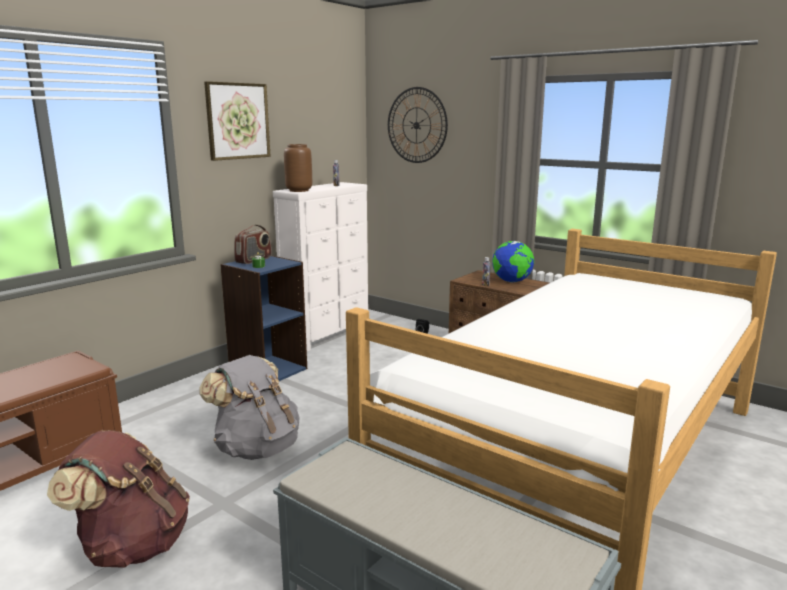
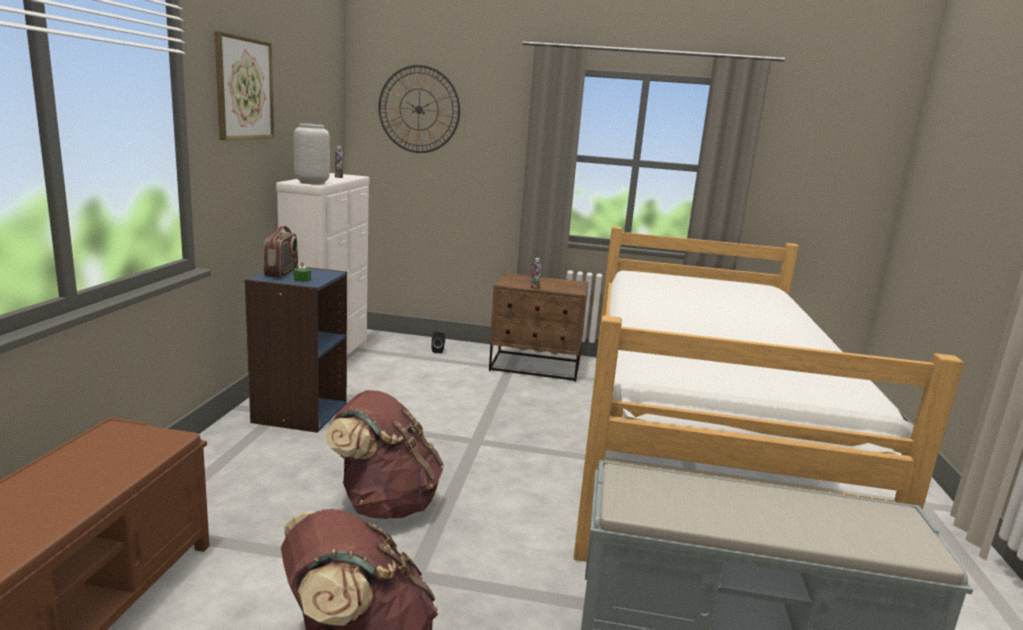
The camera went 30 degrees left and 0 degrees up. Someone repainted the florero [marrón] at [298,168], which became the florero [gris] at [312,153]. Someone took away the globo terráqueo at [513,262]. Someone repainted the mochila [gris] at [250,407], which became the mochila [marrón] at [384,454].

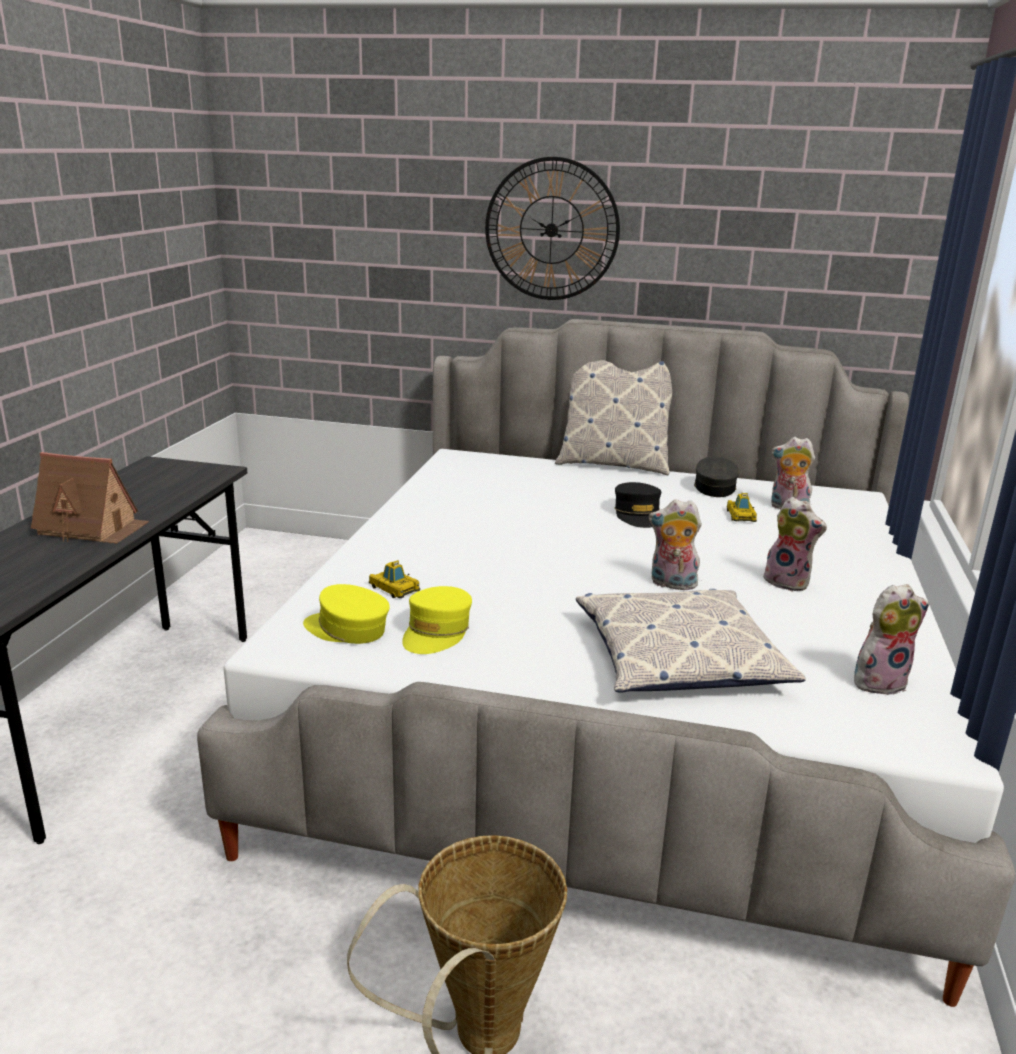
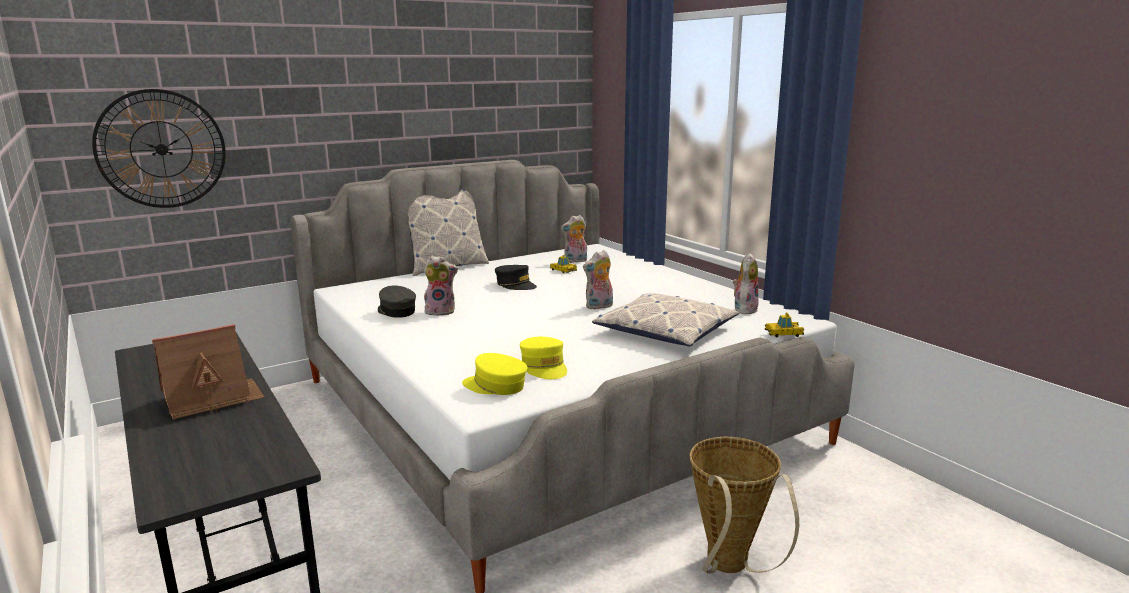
The camera went 45 degrees left and 5 degrees down. Someone carried the reloj de pared from [552,228] to [159,148]. Someone carried the gorra [gris] from [716,476] to [397,301]. Someone carried the peluche from [792,544] to [441,286]. Someone carried the coche de juguete from [394,579] to [784,324]. Someone rotated the gorra [amarillo] at [346,614] by 45 degrees clockwise.

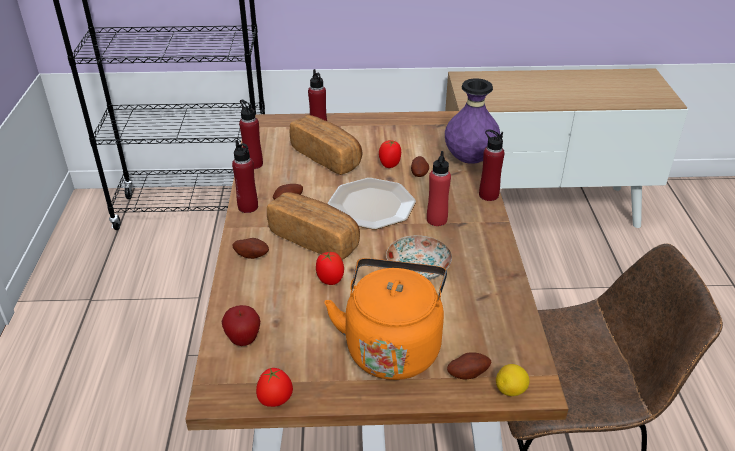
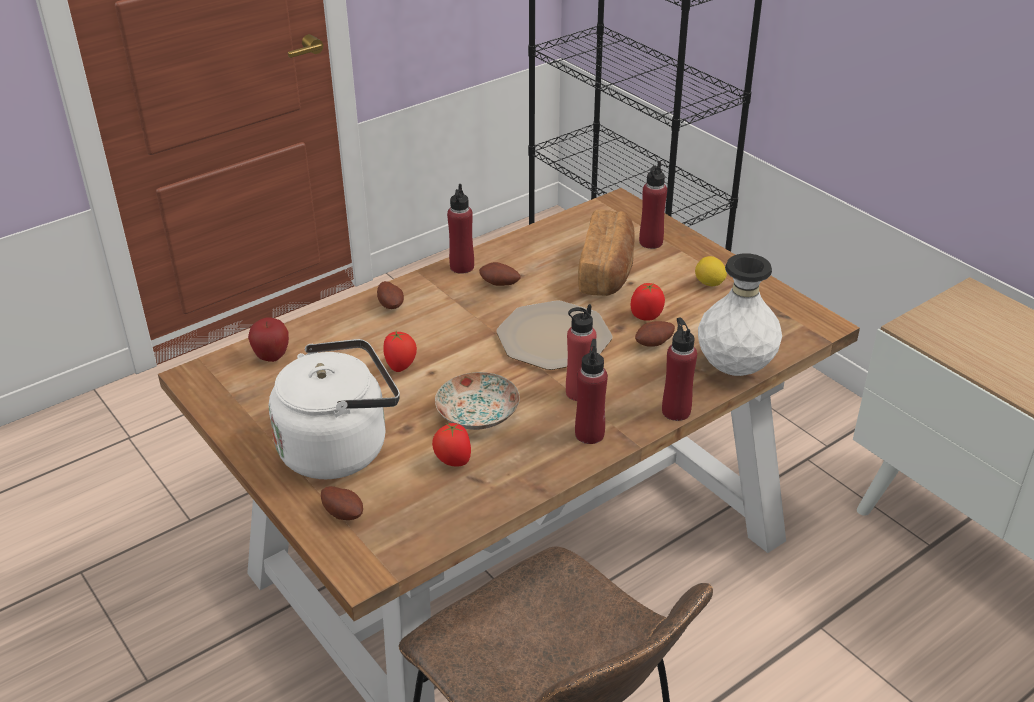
The camera went 55 degrees right and 0 degrees up. Someone repainted the florero [morado] at [473,121], which became the florero [blanco] at [740,314]. Someone carried the botella [rojo] from [251,134] to [591,391]. Someone took away the pan at [313,226]. Someone repainted the hervidor [naranja] at [385,319], which became the hervidor [blanco] at [334,409]. Someone carried the limón from [513,380] to [711,271]. Someone carried the tomate from [274,387] to [451,444].

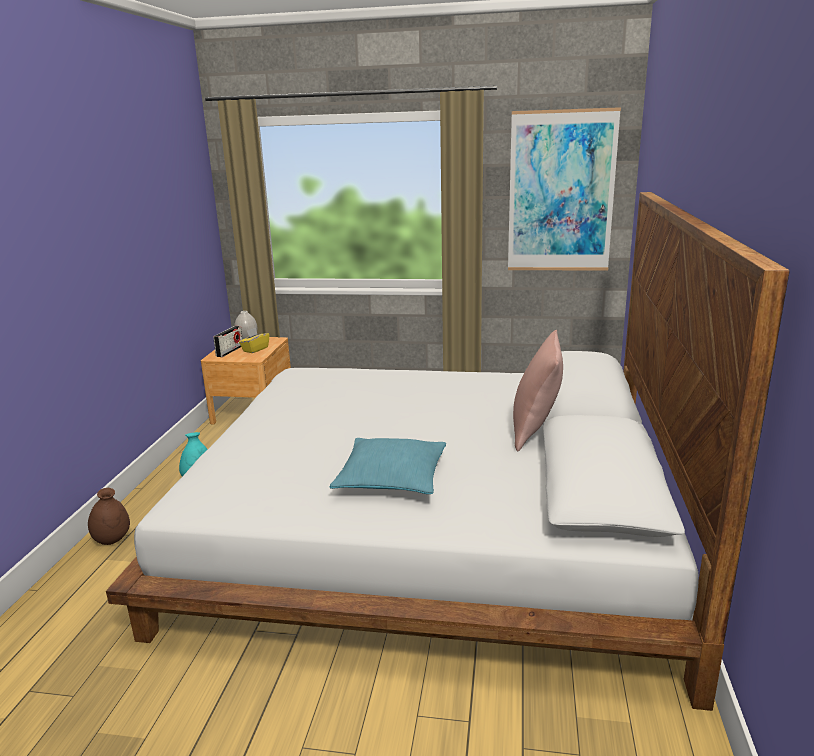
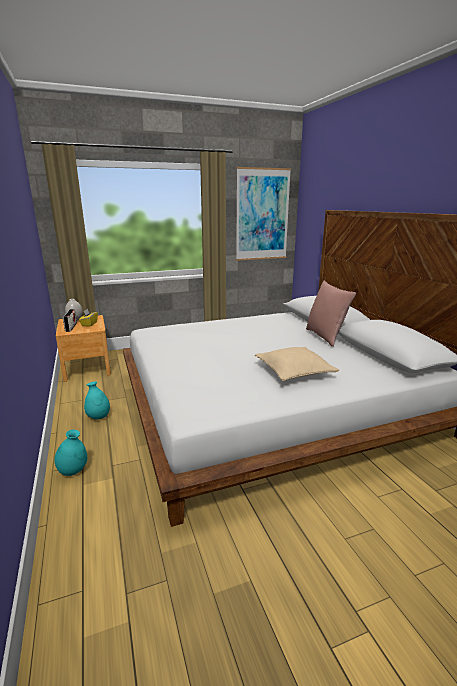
The camera went 30 degrees left and 0 degrees up. Someone repainted the cojín [turquesa] at [388,466], which became the cojín [beis] at [297,364]. Someone repainted the florero [marrón] at [109,516], which became the florero [turquesa] at [70,453].

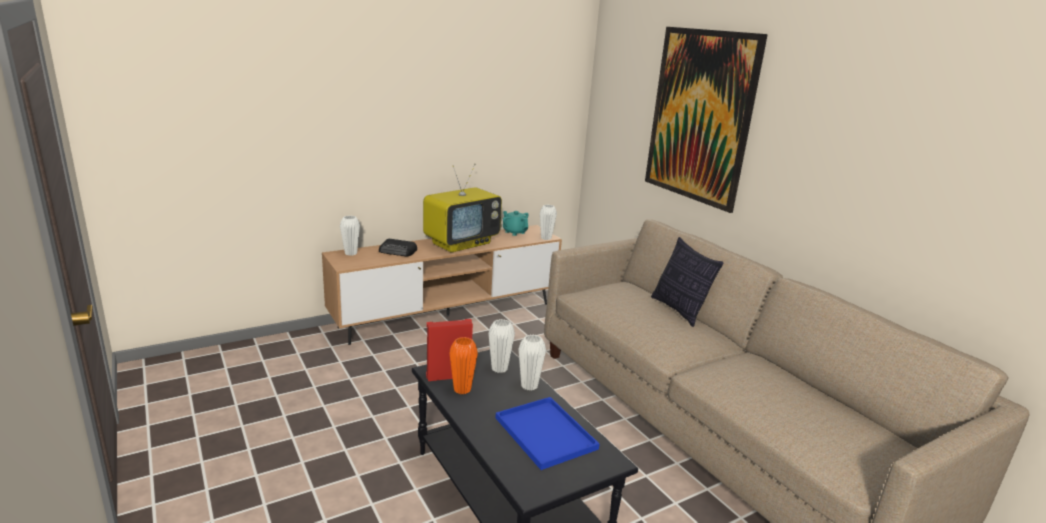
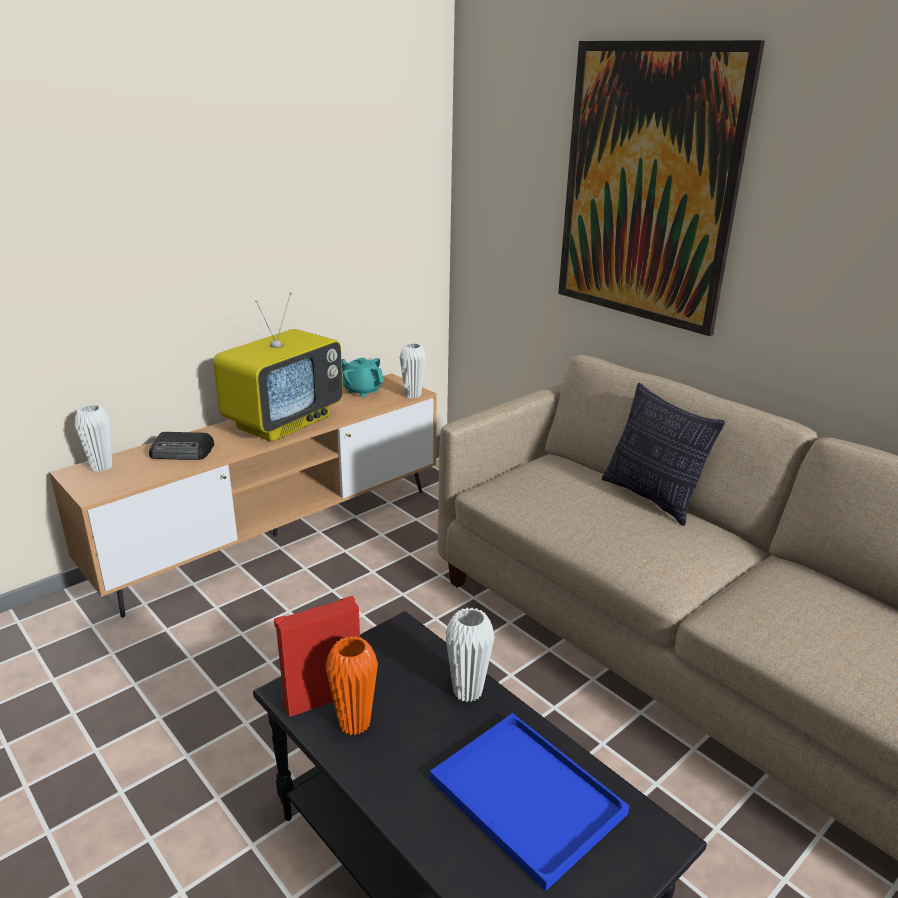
The camera went 10 degrees left and 5 degrees up. Someone took away the florero [blanco] at [501,346].

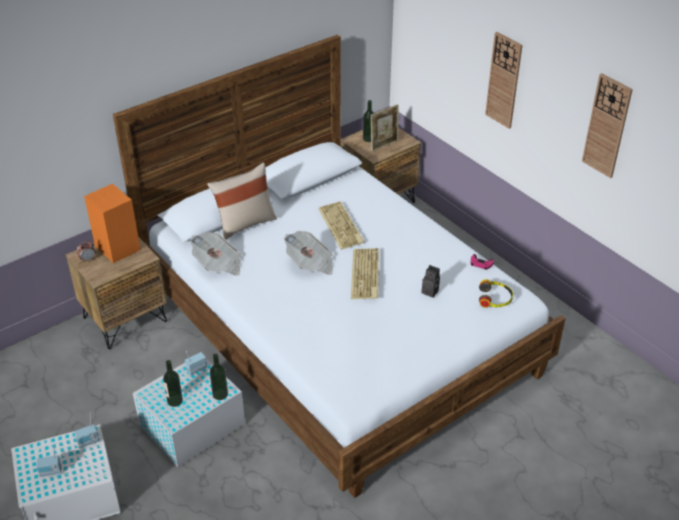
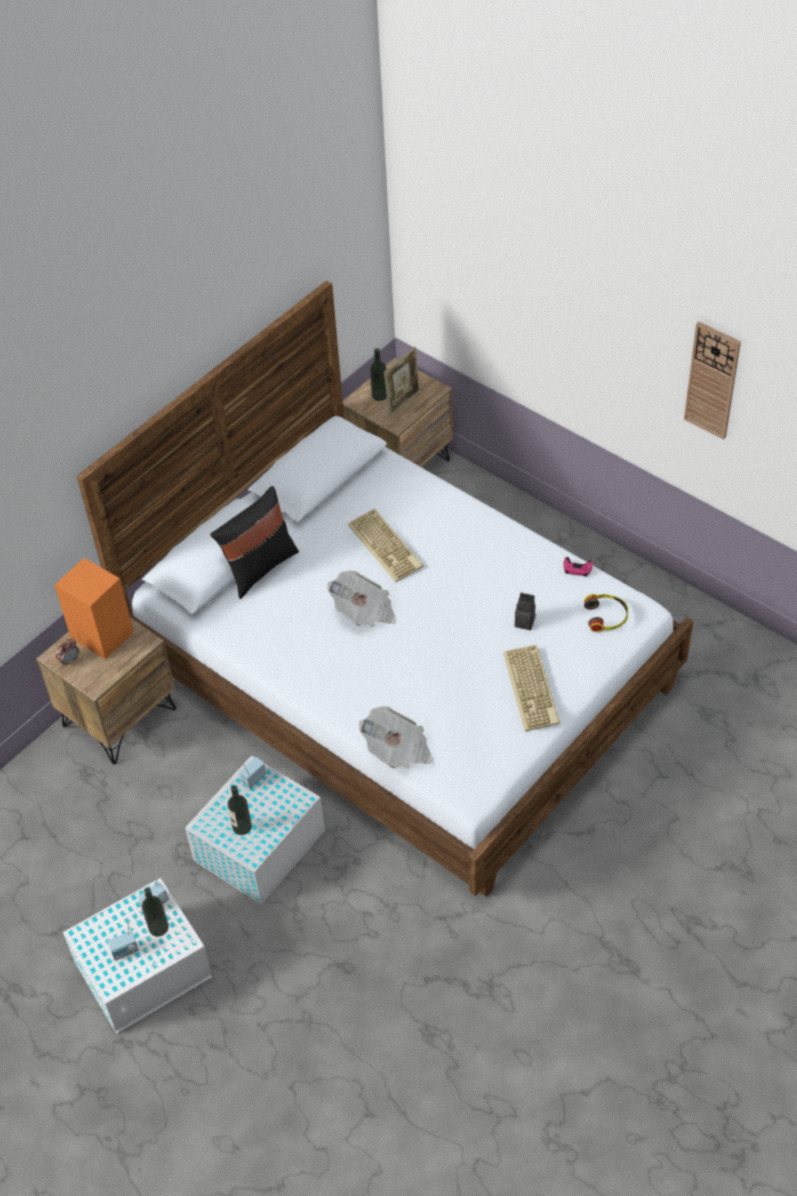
The camera went 10 degrees left and 10 degrees up. Someone took away the reloj de pared at [504,80]. Someone repainted the cojín [beis] at [242,201], which became the cojín [negro] at [254,542]. Someone carried the periódico from [216,254] to [396,737]. Someone carried the teclado from [365,273] to [531,688]. Someone carried the botella from [219,377] to [155,912].

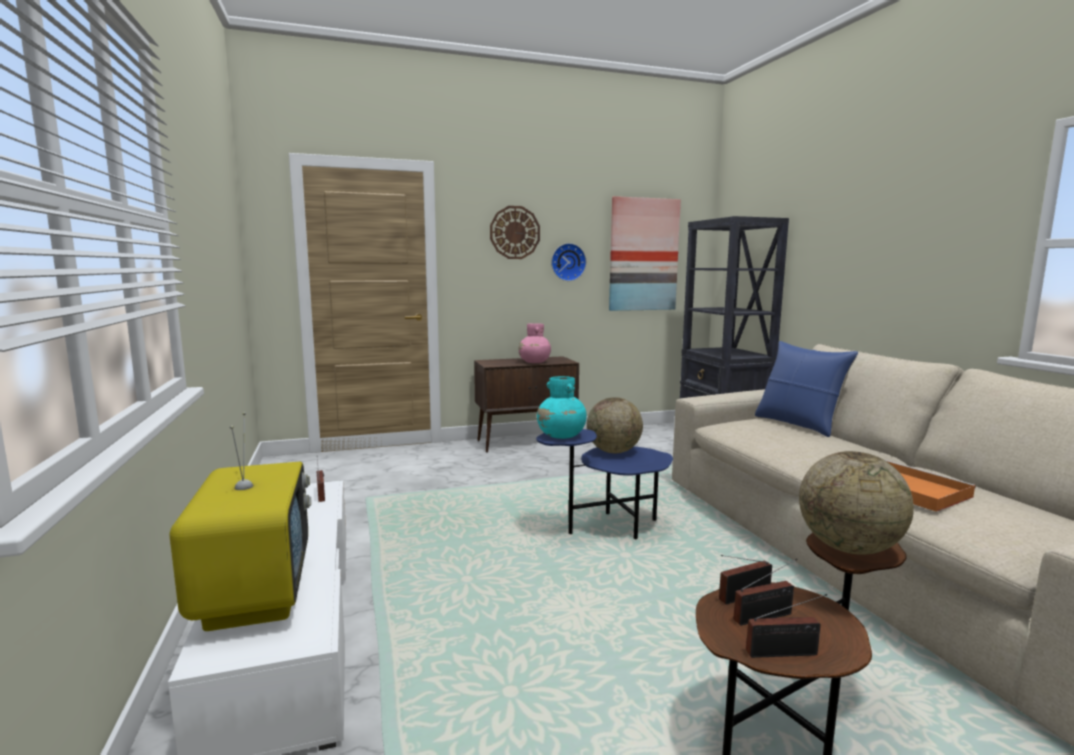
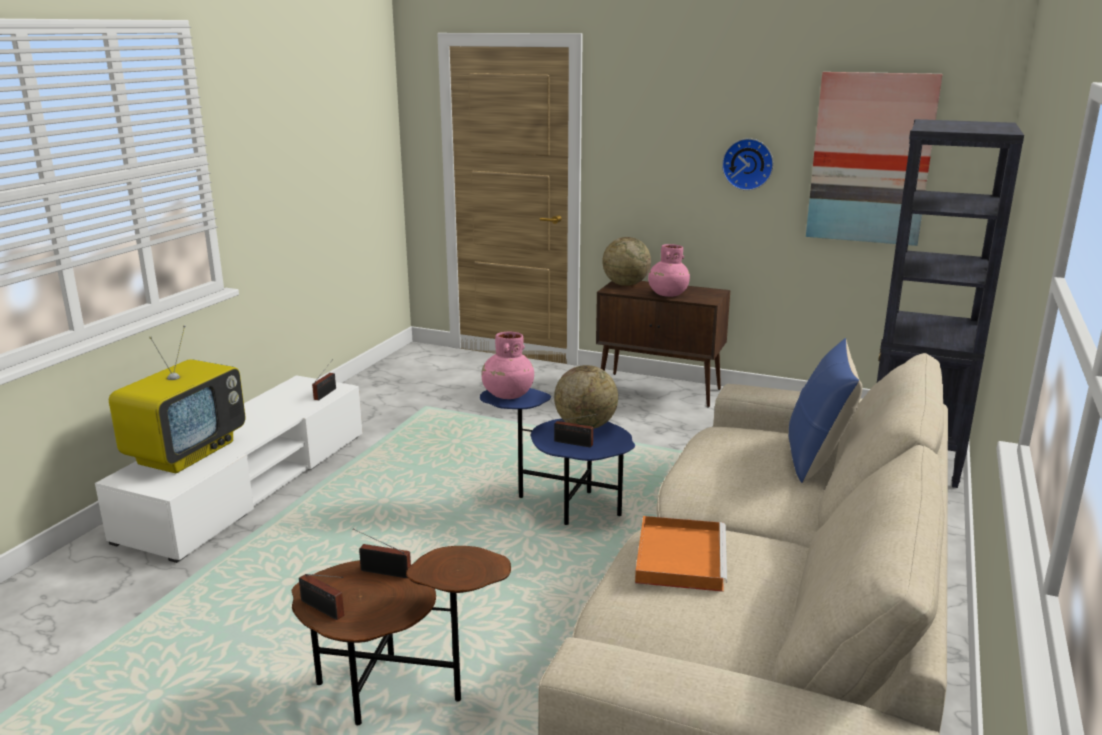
The camera went 40 degrees right and 10 degrees up. Someone took away the reloj de pared at [515,232]. Someone repainted the florero [turquesa] at [562,407], which became the florero [rosa] at [507,365]. Someone carried the globo terráqueo from [856,503] to [626,261]. Someone carried the radio from [765,592] to [576,430].

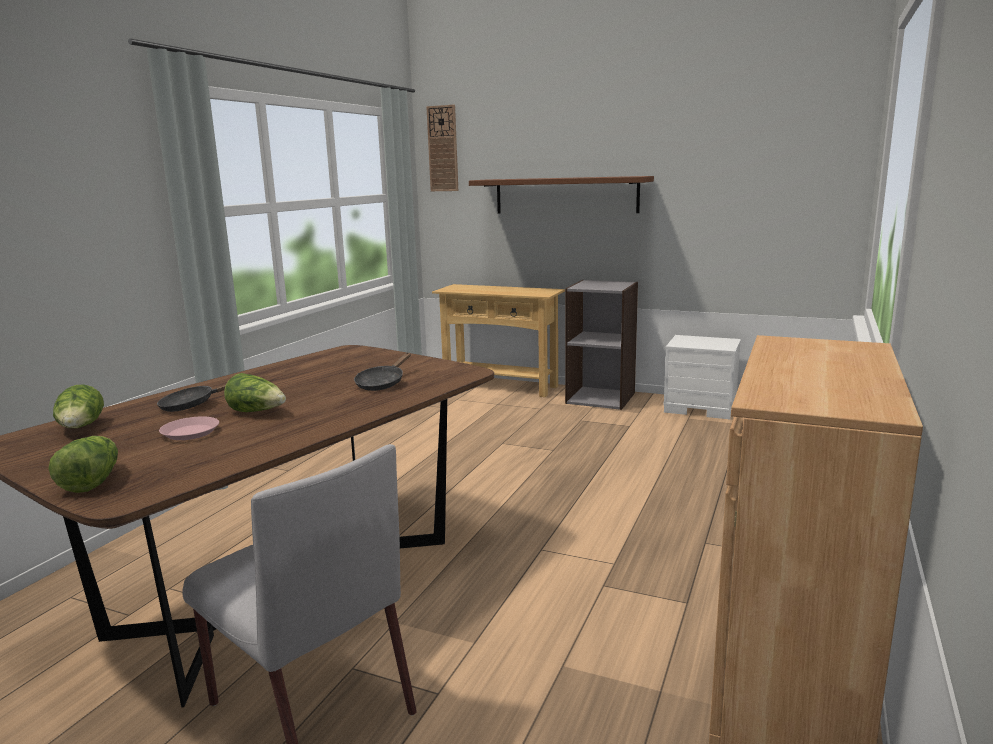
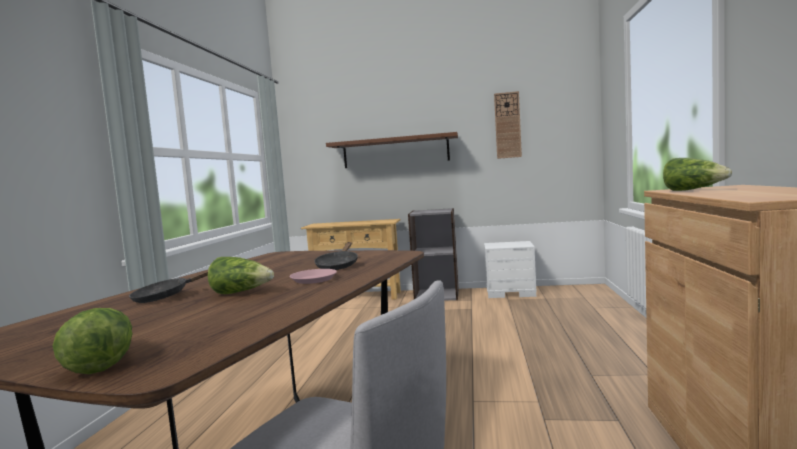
The camera went 15 degrees left and 10 degrees down. Someone carried the reloj de pared from [442,148] to [508,125]. Someone carried the lechuga from [78,406] to [697,174]. Someone carried the plato [rosa] from [189,428] to [313,276].

